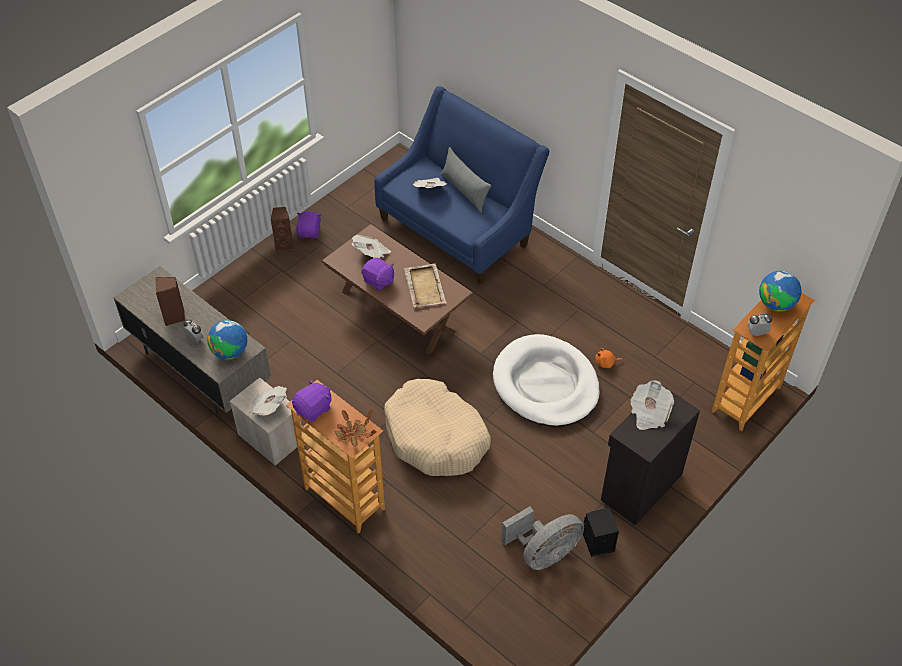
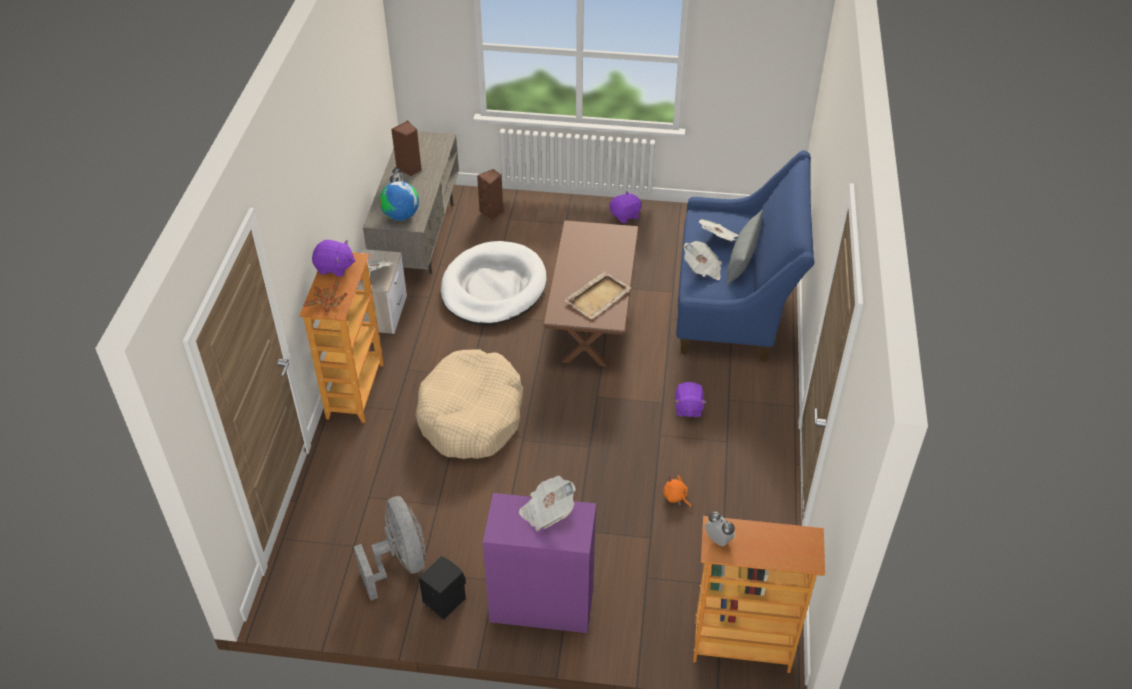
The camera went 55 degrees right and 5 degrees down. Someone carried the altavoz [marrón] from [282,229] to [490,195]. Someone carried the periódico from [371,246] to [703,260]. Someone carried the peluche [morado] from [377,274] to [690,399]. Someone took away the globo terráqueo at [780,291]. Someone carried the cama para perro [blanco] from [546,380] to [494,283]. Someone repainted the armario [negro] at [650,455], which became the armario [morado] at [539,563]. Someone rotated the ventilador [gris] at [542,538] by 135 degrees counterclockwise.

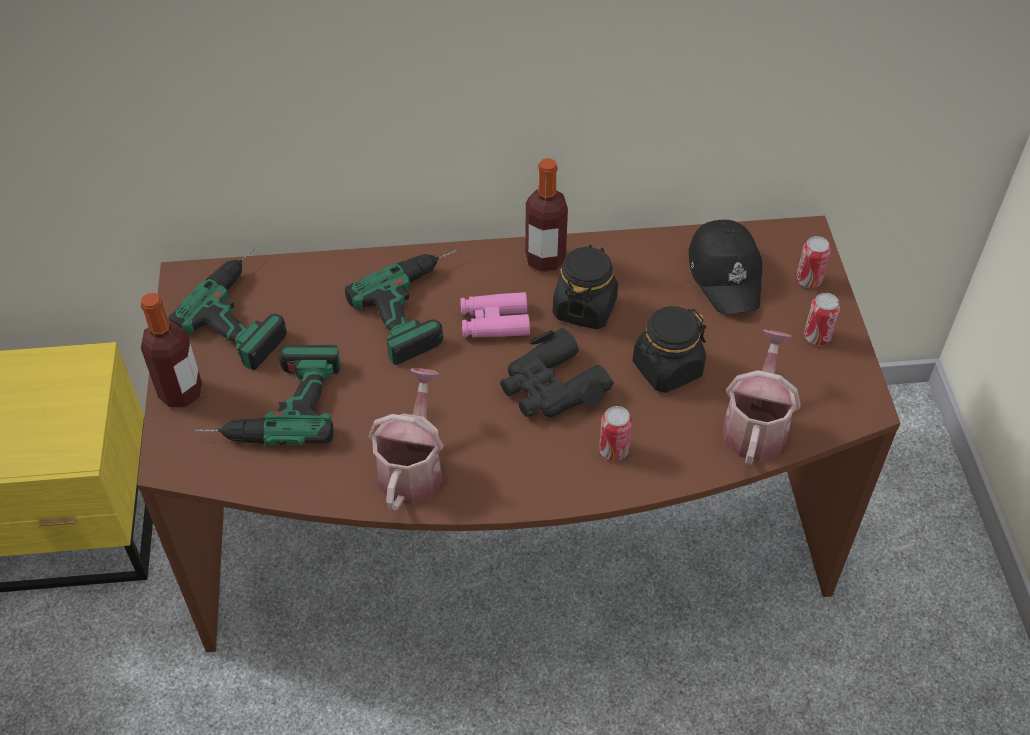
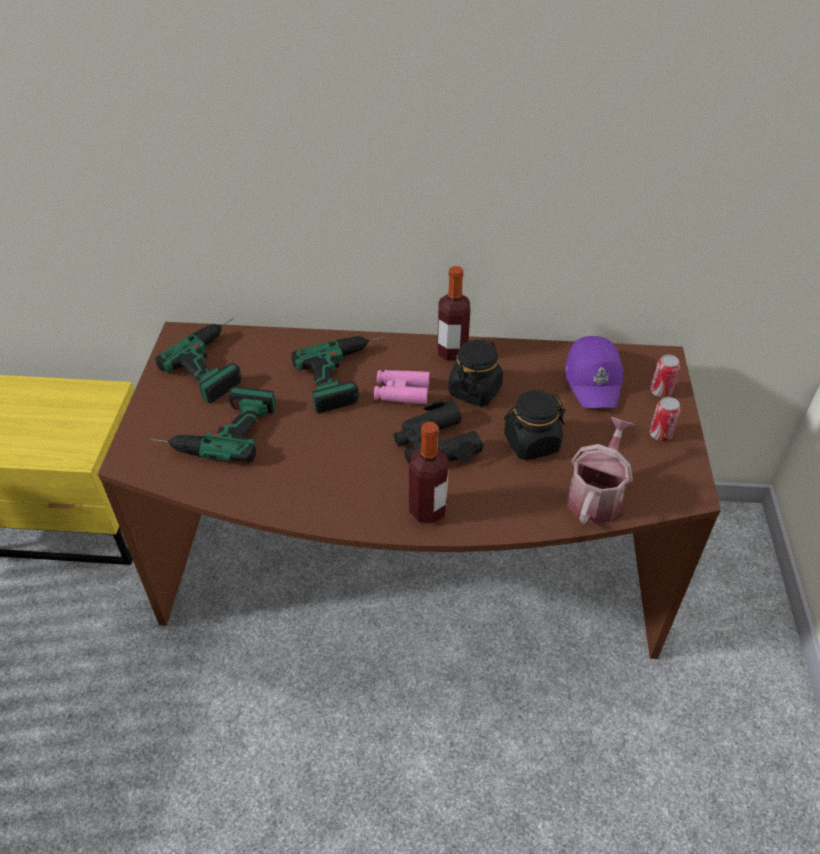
The camera went 10 degrees right and 5 degrees down. Someone repainted the gorra [negro] at [725,267], which became the gorra [morado] at [594,372]. Someone carried the botella from [171,350] to [429,473]. Someone took away the regadera at [406,439]. Someone took away the lata at [615,433].

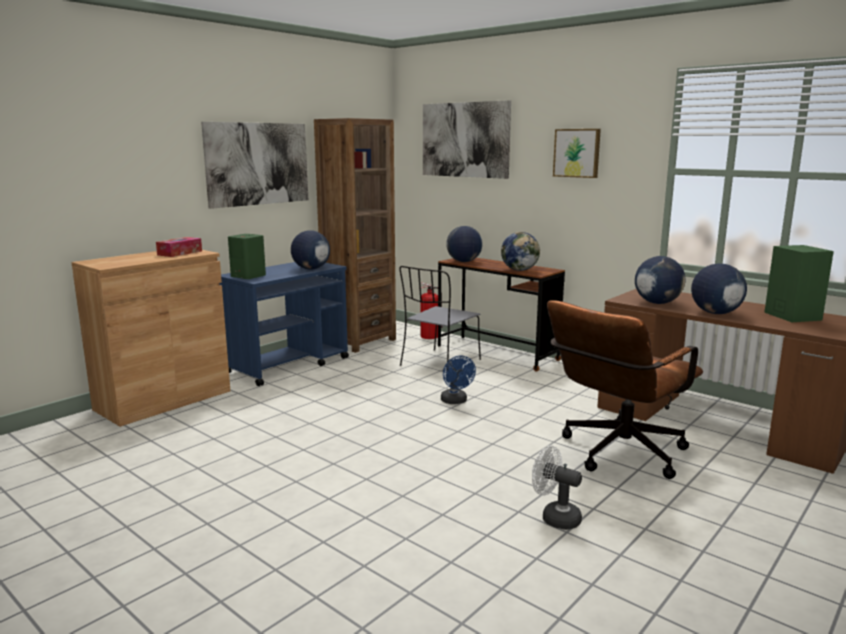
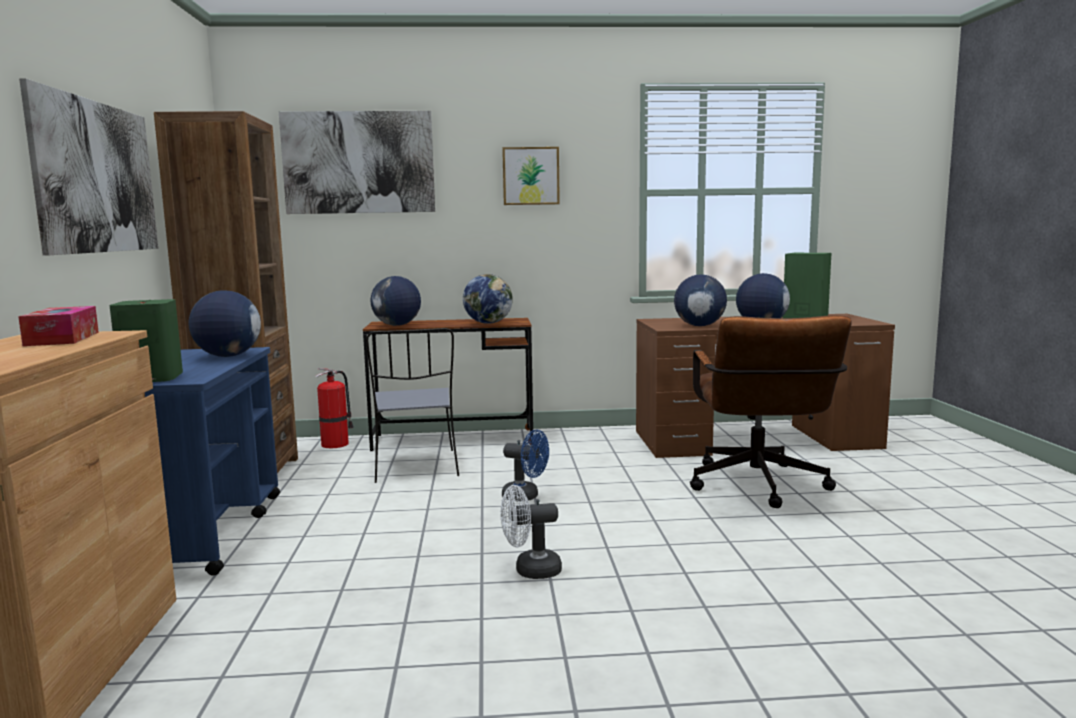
The camera went 45 degrees left and 5 degrees down. Someone carried the ventilador [blanco] from [557,488] to [531,532].

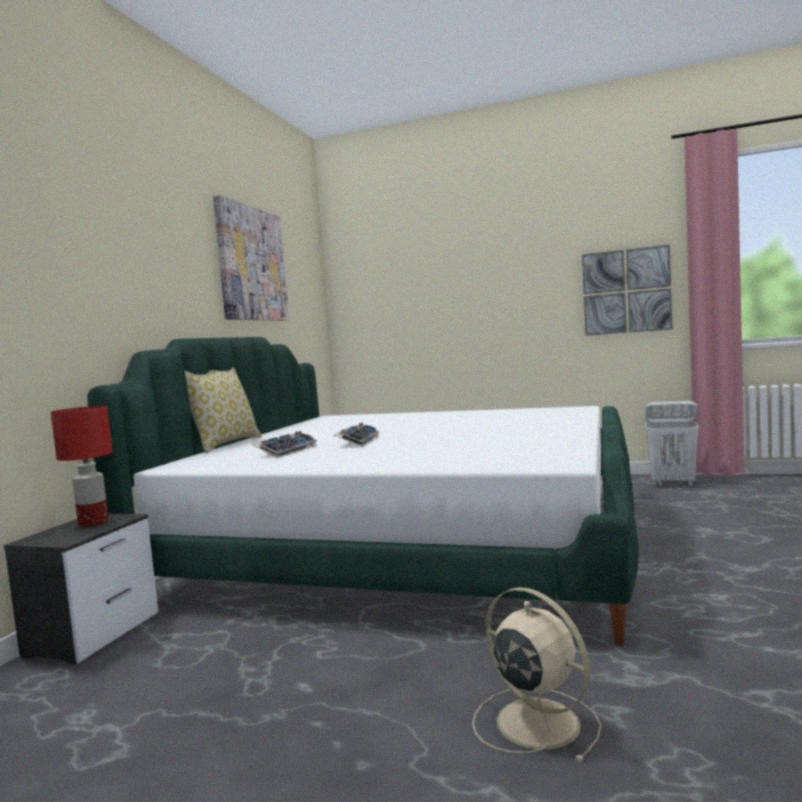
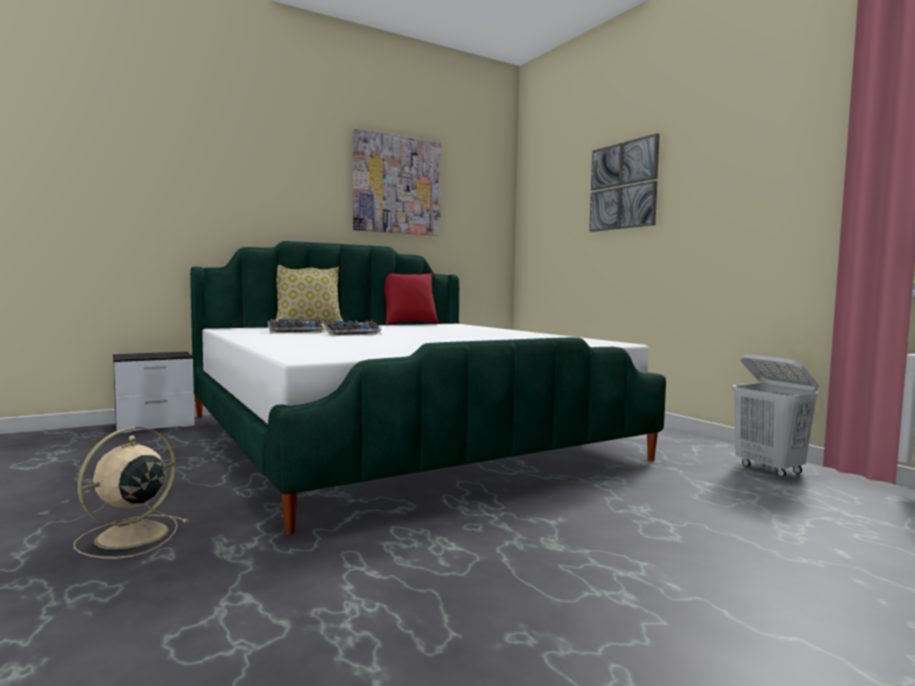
The camera went 40 degrees right and 0 degrees up. Someone carried the cuadro from [627,290] to [624,182]. Someone took away the lámpara de mesa [rojo] at [82,466]. Someone rotated the ventilador [beis] at [537,675] by 150 degrees counterclockwise. Someone put down the cojín [rojo] at [411,299].

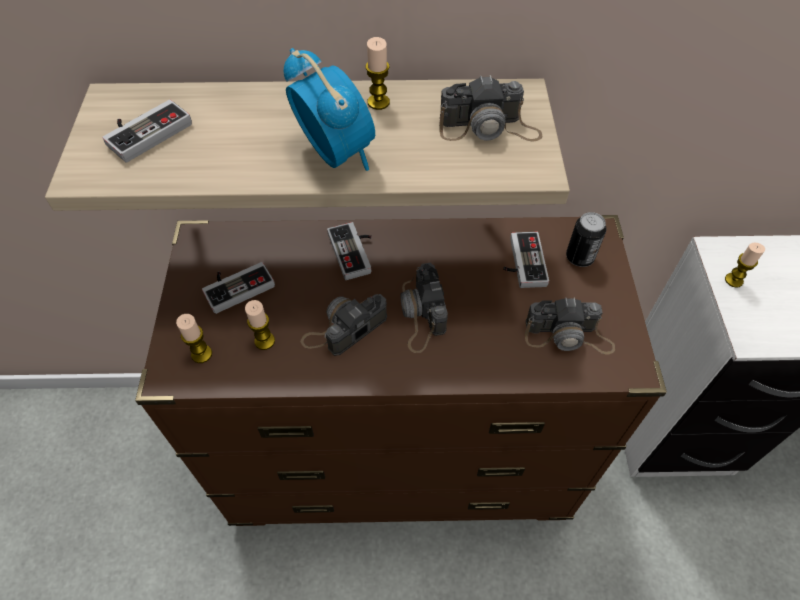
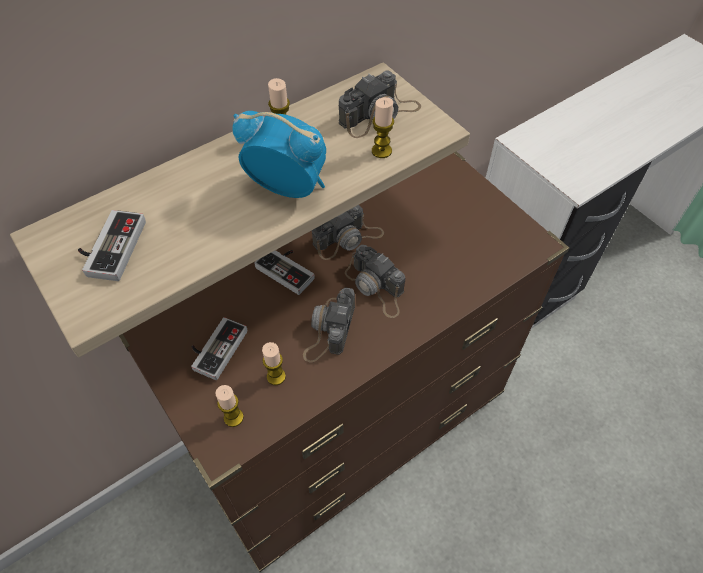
The camera went 35 degrees left and 0 degrees up. Someone took away the lata at [586,239]. Someone took away the mando de consola at [526,260]. Someone carried the vela from [745,265] to [383,127]. Someone carried the cámara from [570,326] to [348,232].

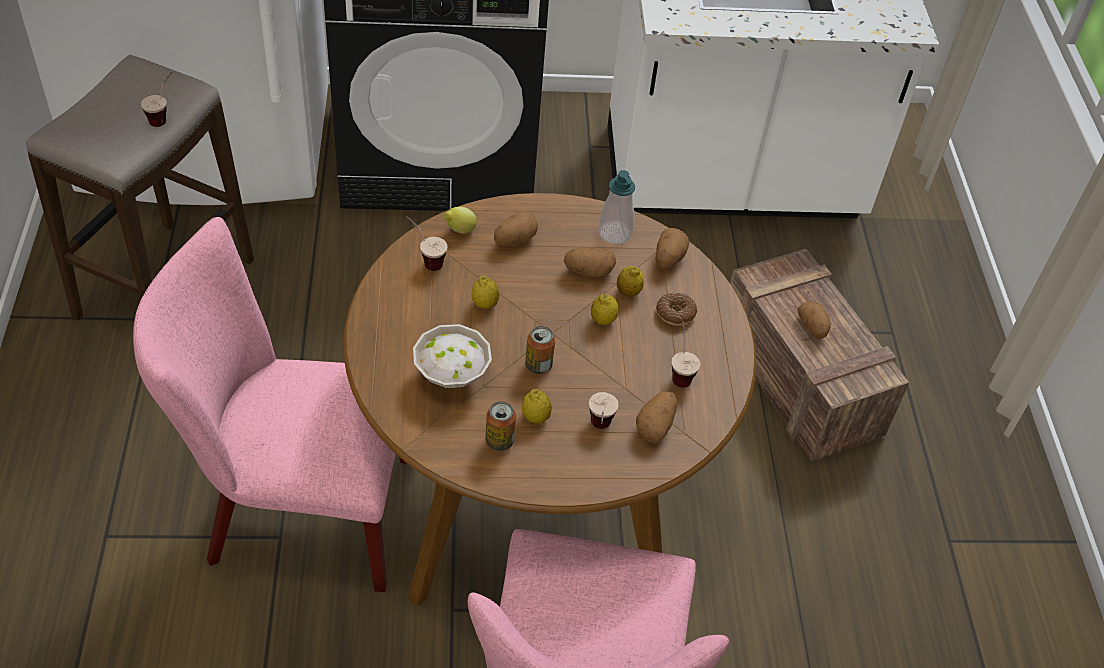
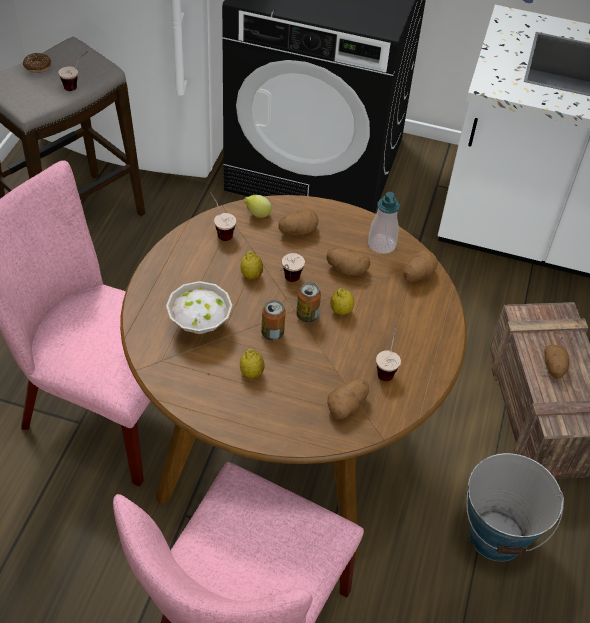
The camera went 20 degrees right and 0 degrees up. Someone took away the limón at [630,281]. Someone carried the rosquilla from [676,309] to [37,63]. Someone carried the taza from [604,410] to [292,267]. Someone carried the lata from [500,426] to [308,302]. Someone put down the cubo at [515,507].

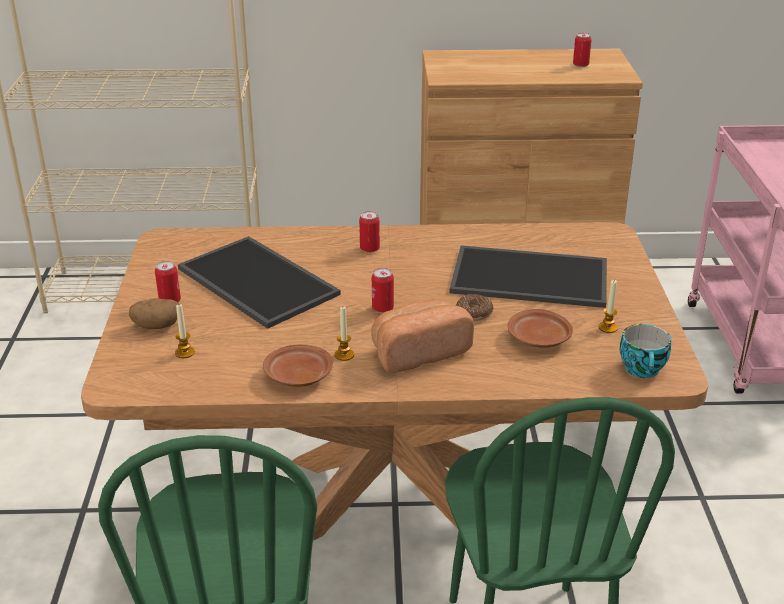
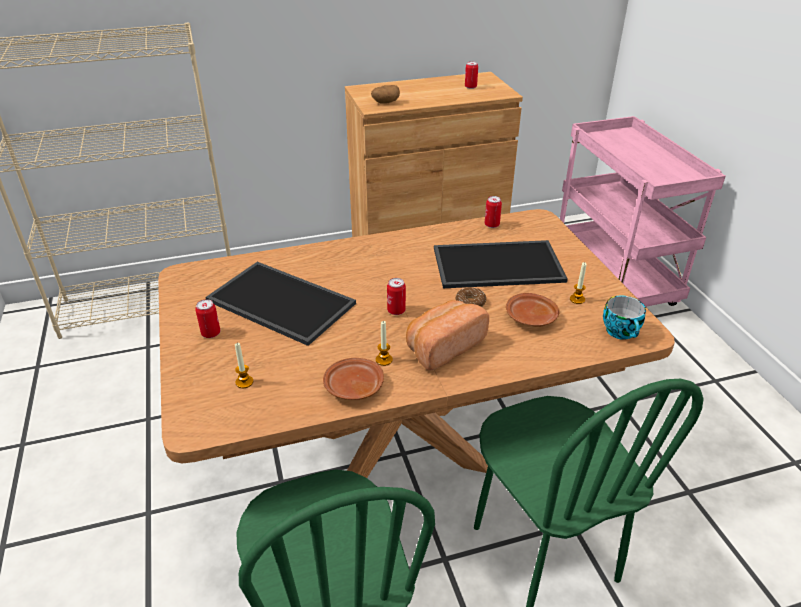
The camera went 15 degrees left and 5 degrees up. Someone carried the lata from [369,232] to [493,212]. Someone carried the patata from [154,313] to [385,94].

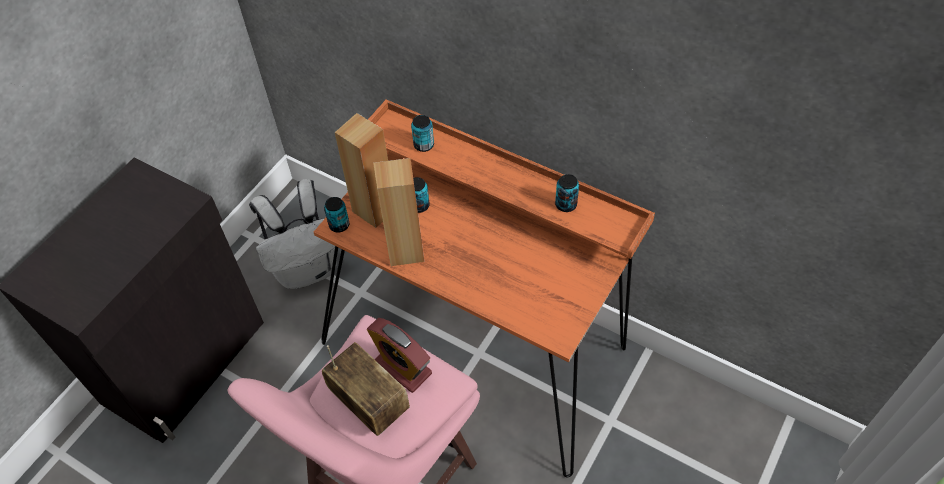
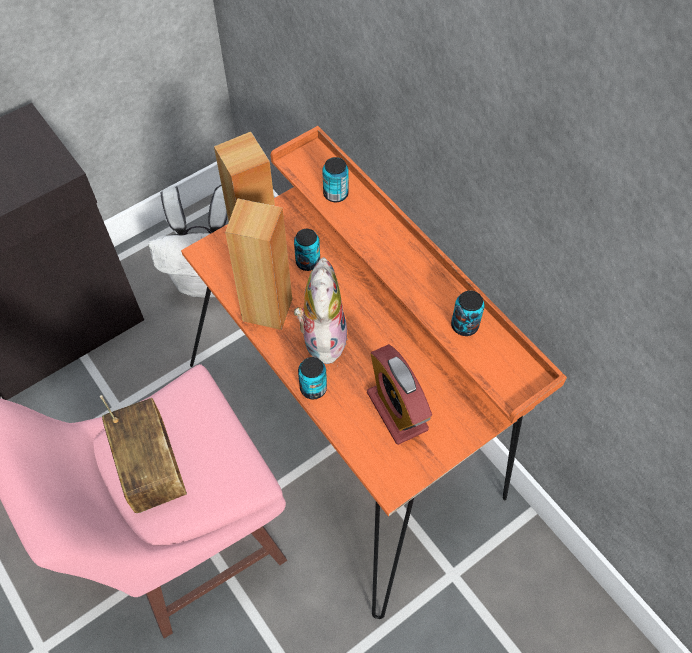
The camera went 20 degrees right and 5 degrees up. Someone carried the lata from [336,215] to [312,378]. Someone carried the despertador from [399,355] to [399,394]. Someone put down the peluche at [321,310].

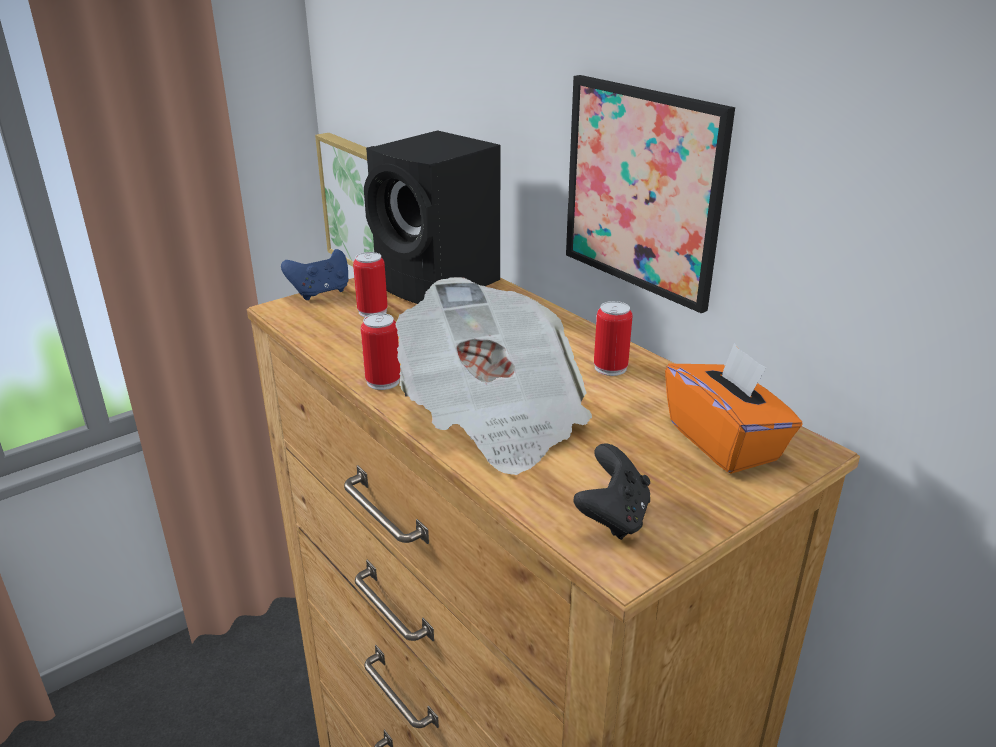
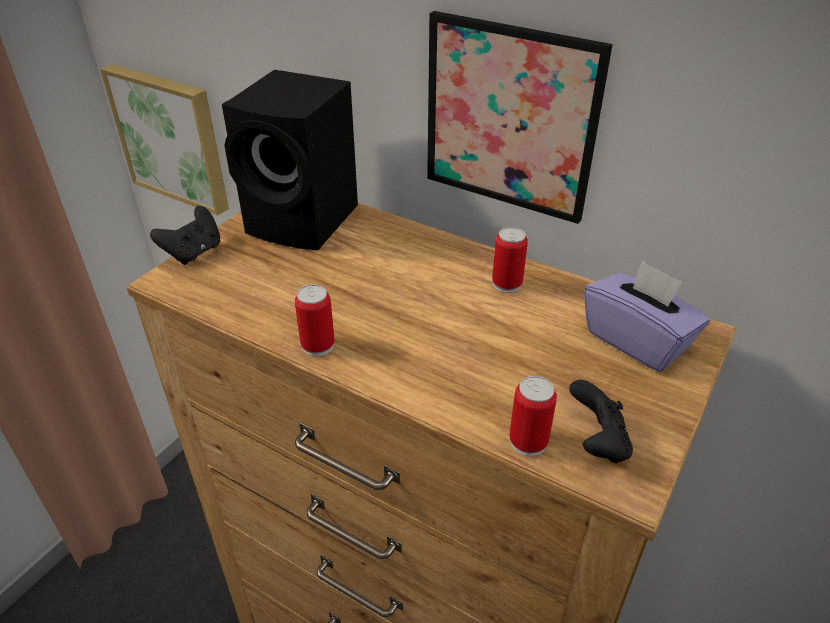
The camera went 20 degrees left and 10 degrees up. Someone repainted the mando de consola [azul] at [314,274], which became the mando de consola [negro] at [185,235]. Someone carried the lata from [370,284] to [533,416]. Someone took away the periódico at [494,376]. Someone repainted the caja de pañuelos [naranja] at [733,408], which became the caja de pañuelos [morado] at [647,316].

